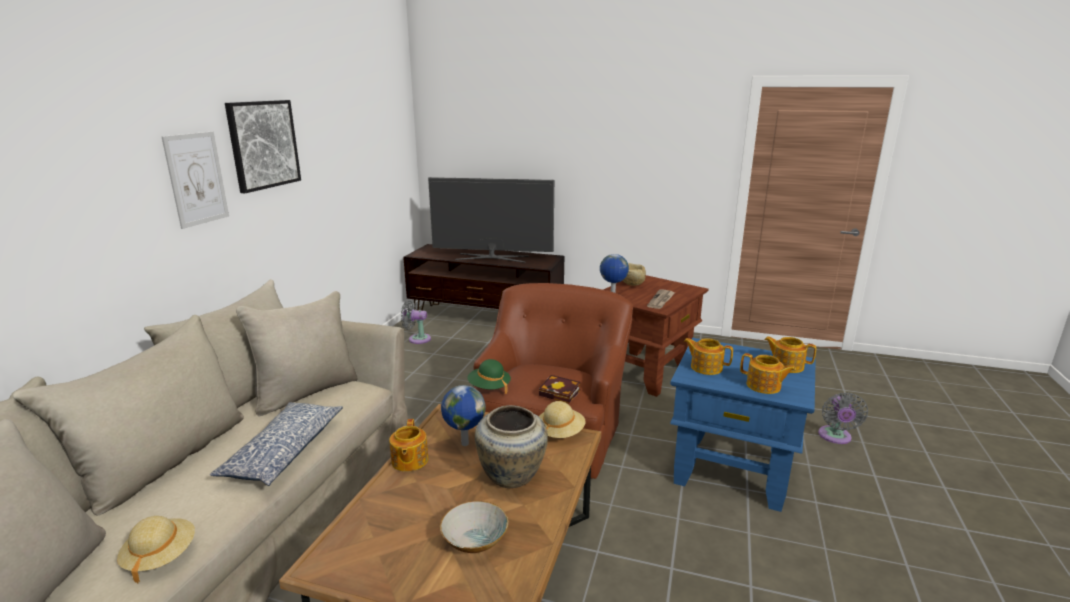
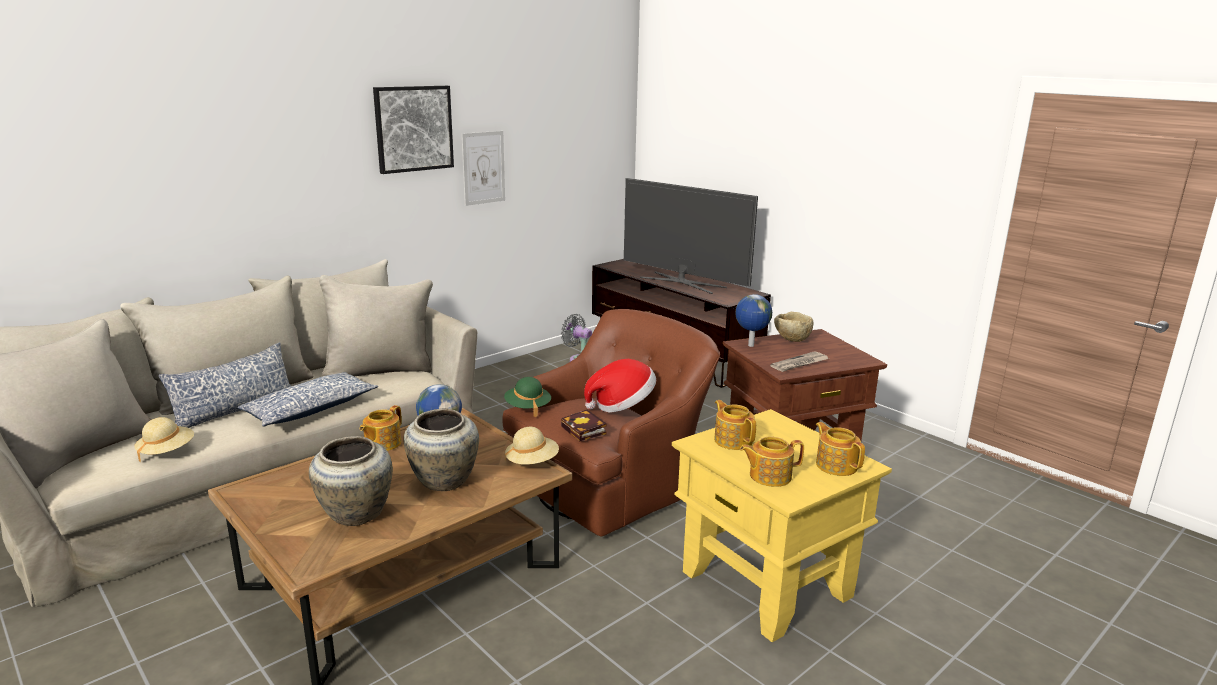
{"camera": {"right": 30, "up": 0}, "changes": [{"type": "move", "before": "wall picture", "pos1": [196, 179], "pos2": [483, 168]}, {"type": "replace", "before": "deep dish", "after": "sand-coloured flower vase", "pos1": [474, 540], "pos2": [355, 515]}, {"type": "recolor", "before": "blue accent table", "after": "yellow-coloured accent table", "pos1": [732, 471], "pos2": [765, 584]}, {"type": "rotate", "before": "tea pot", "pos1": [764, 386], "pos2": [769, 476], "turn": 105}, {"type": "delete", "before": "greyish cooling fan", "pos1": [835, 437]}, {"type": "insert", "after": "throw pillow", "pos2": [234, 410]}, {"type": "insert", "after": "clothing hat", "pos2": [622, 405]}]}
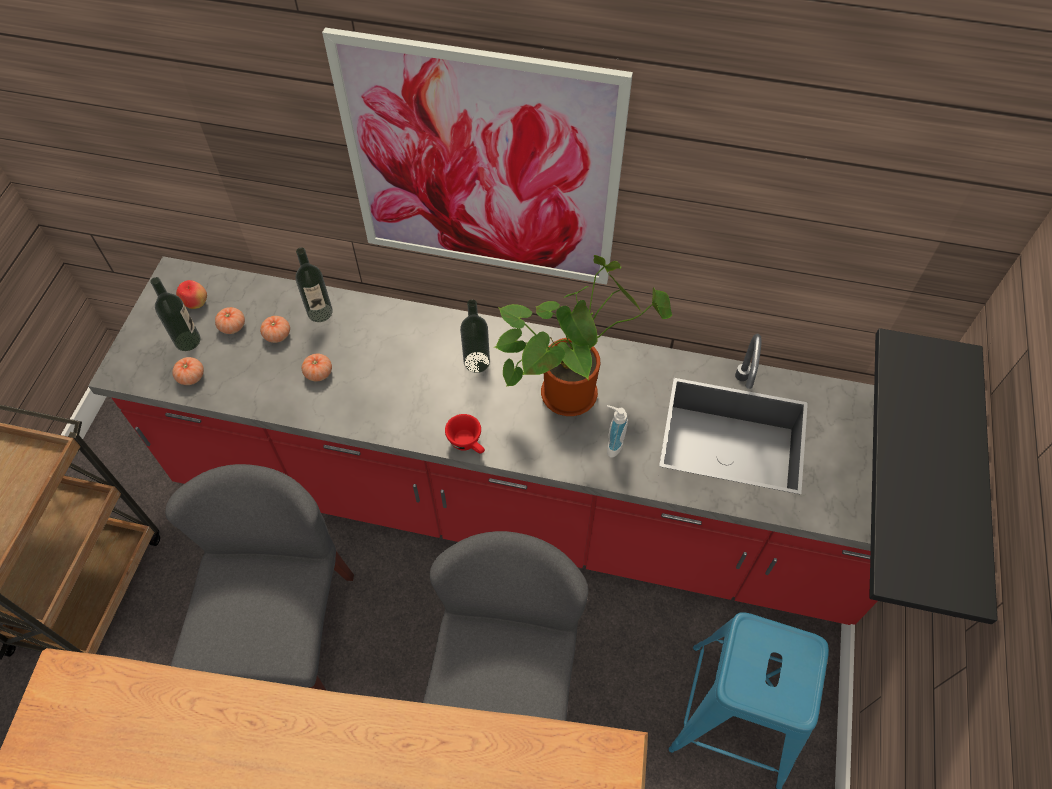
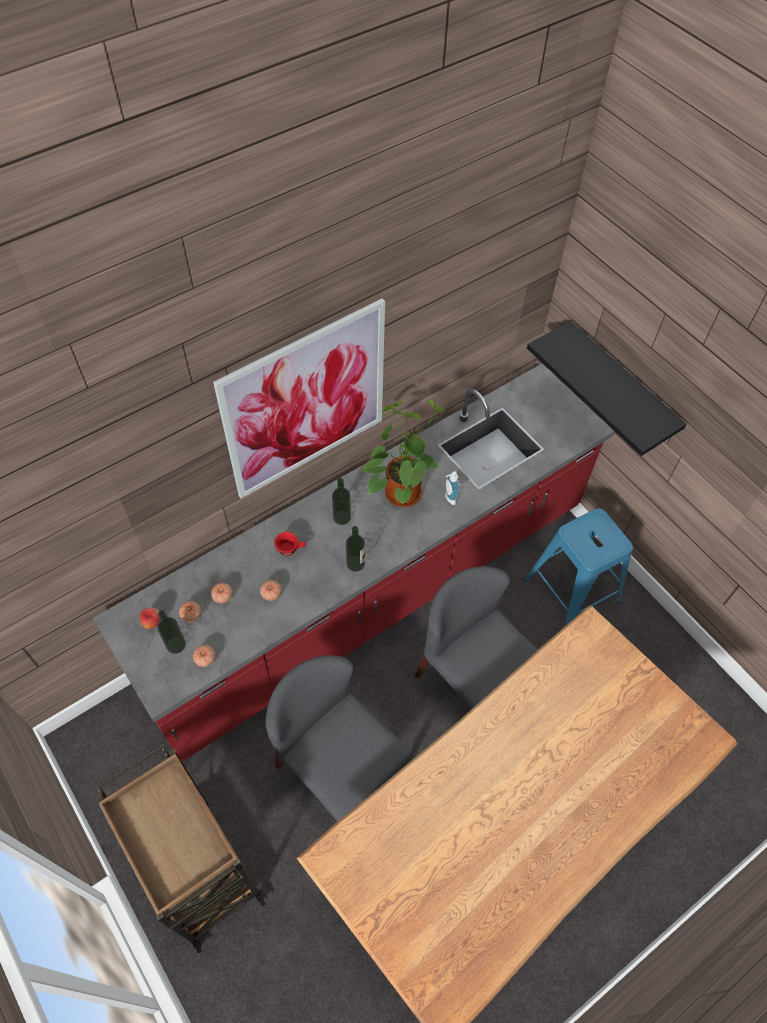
{"camera": {"right": -50, "up": 0}, "changes": [{"type": "move", "before": "bottle", "pos1": [320, 312], "pos2": [355, 563]}, {"type": "move", "before": "reddish drinking cup", "pos1": [468, 443], "pos2": [290, 548]}]}
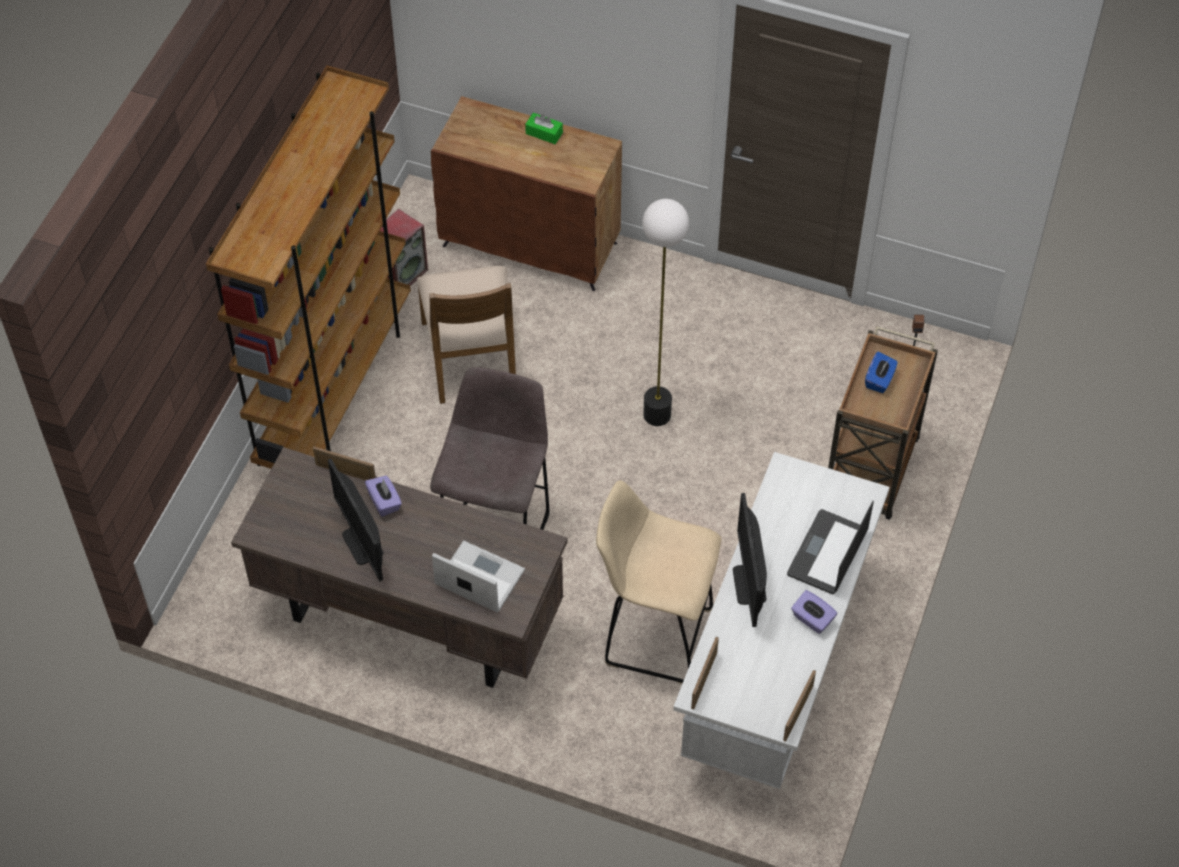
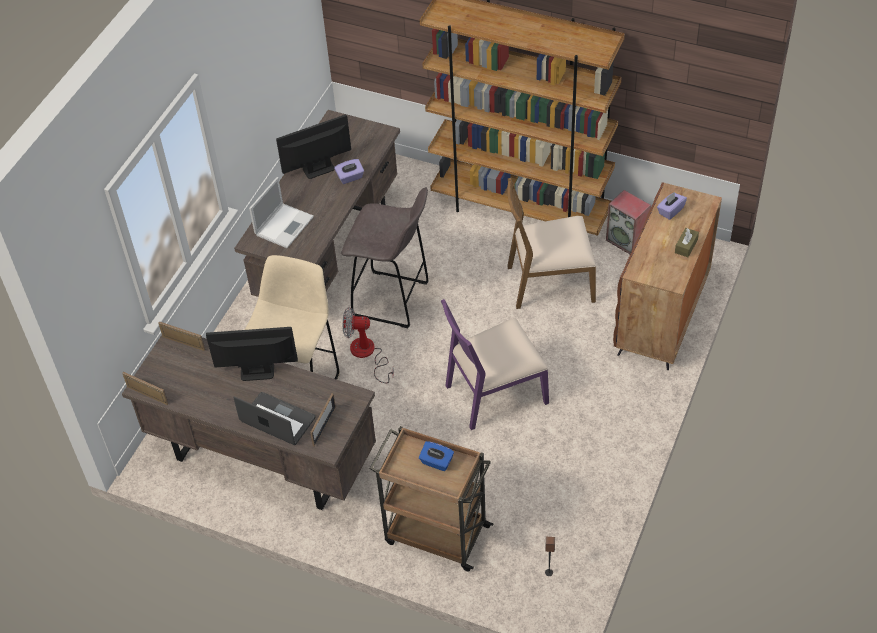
{"camera": {"right": 95, "up": -5}, "changes": [{"type": "move", "before": "standing frame", "pos1": [346, 473], "pos2": [324, 426]}, {"type": "recolor", "before": "green box of tissues", "after": "brown-coloured box of tissues", "pos1": [544, 133], "pos2": [686, 246]}, {"type": "replace", "before": "standard lamp", "after": "purple chair", "pos1": [656, 415], "pos2": [495, 393]}, {"type": "recolor", "before": "white-coloured desk unit", "after": "brown-coloured desk unit", "pos1": [775, 670], "pos2": [262, 459]}, {"type": "move", "before": "purple box of tissues", "pos1": [812, 619], "pos2": [670, 211]}, {"type": "insert", "after": "cooling fan", "pos2": [367, 354]}]}
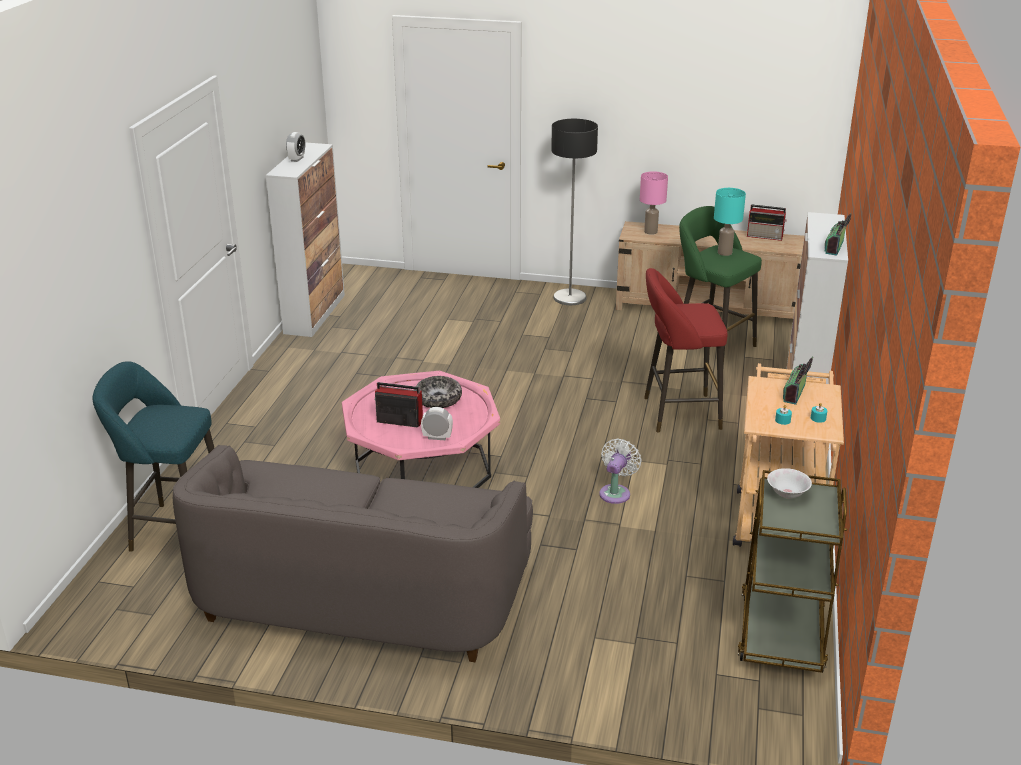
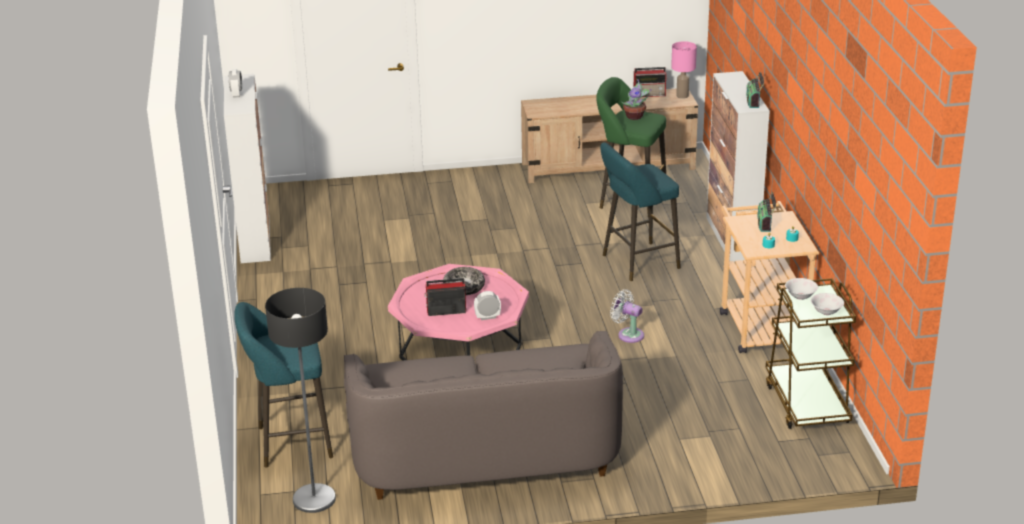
{"camera": {"right": -20, "up": 0}, "changes": [{"type": "move", "before": "standard lamp", "pos1": [569, 298], "pos2": [314, 499]}, {"type": "rotate", "before": "white-coloured cooling fan", "pos1": [616, 492], "pos2": [628, 334], "turn": -60}, {"type": "move", "before": "pink tabletop lamp", "pos1": [650, 232], "pos2": [682, 96]}, {"type": "recolor", "before": "reddish sitting stool", "after": "blue-green sitting stool", "pos1": [676, 413], "pos2": [636, 262]}, {"type": "replace", "before": "blue-green tabletop lamp", "after": "potted plant", "pos1": [725, 253], "pos2": [635, 116]}, {"type": "insert", "after": "white-coloured deep dish", "pos2": [826, 312]}]}
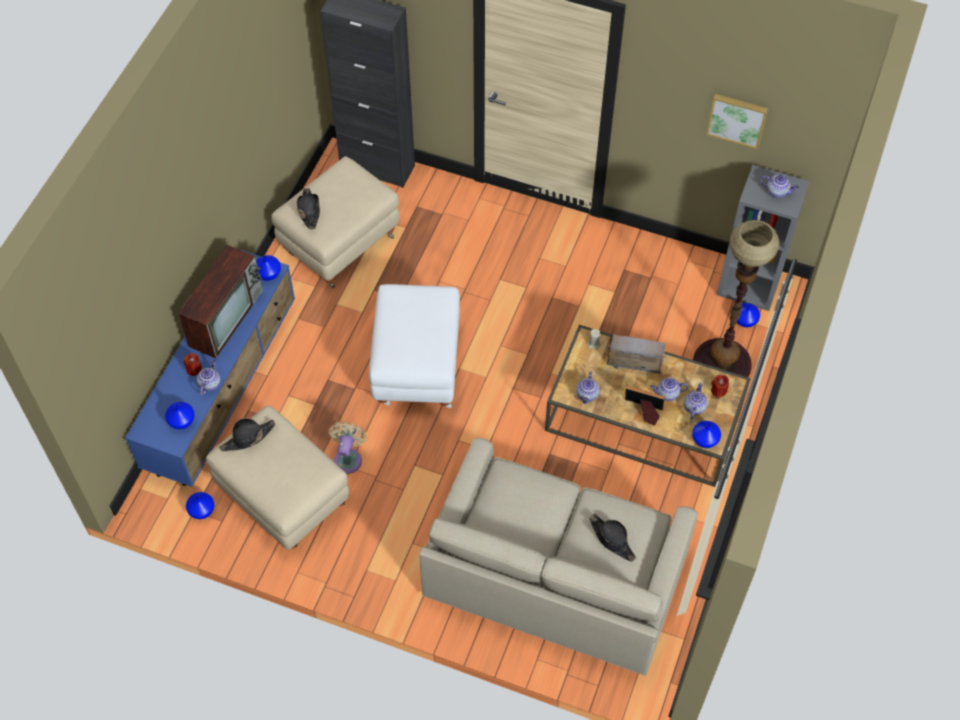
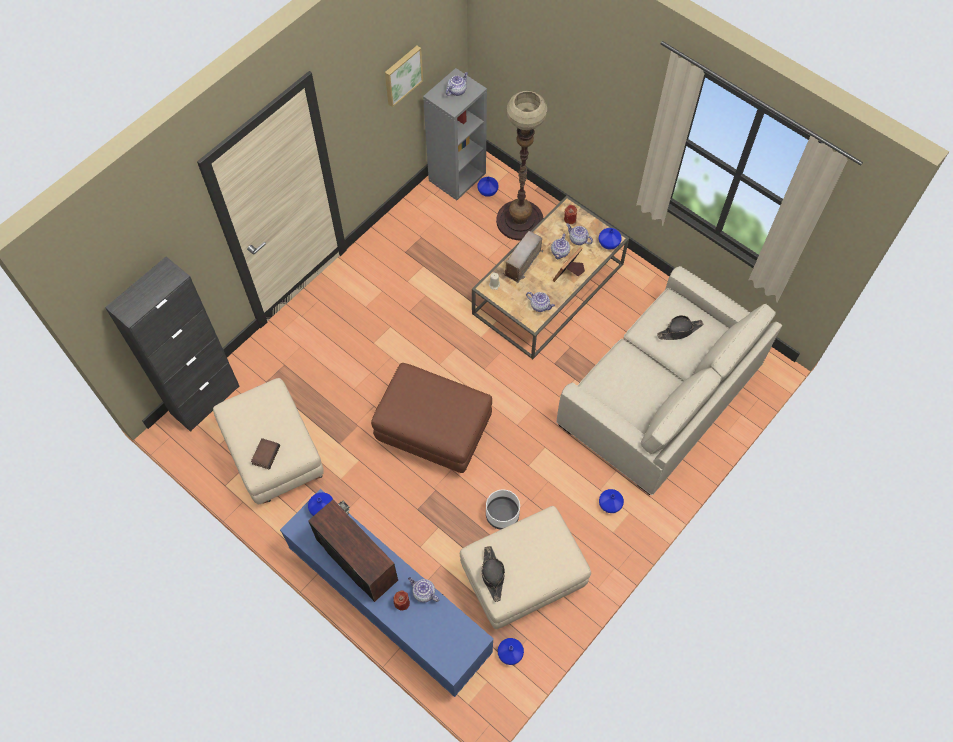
{"camera": {"right": -70, "up": 5}, "changes": [{"type": "move", "before": "blue flower vase", "pos1": [182, 420], "pos2": [609, 504]}, {"type": "replace", "before": "black-coloured clothing hat", "after": "volume", "pos1": [309, 211], "pos2": [265, 454]}, {"type": "replace", "before": "sand-coloured cooling fan", "after": "white-coloured plant pot", "pos1": [348, 458], "pos2": [502, 515]}, {"type": "recolor", "before": "white-coloured pouffe", "after": "brown-coloured pouffe", "pos1": [416, 366], "pos2": [433, 434]}]}
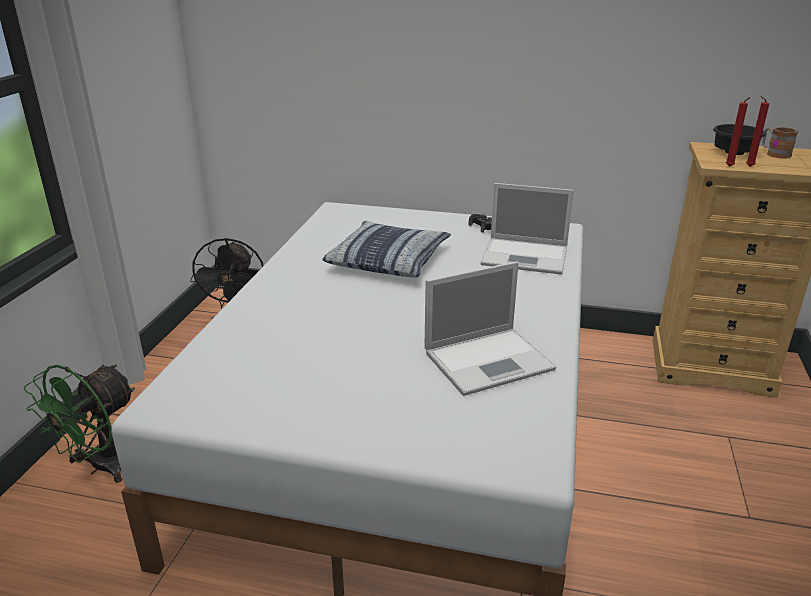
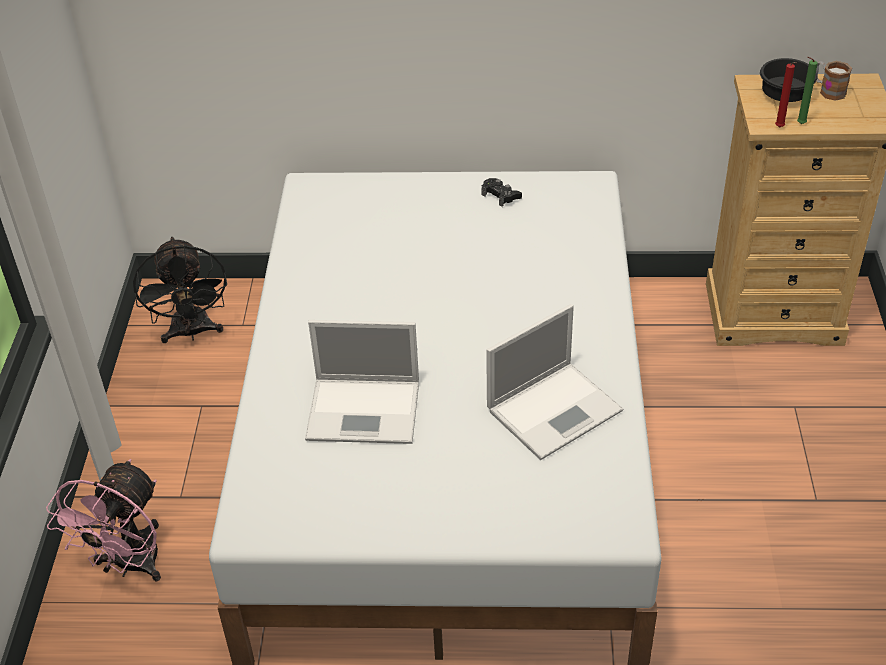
{"camera": {"right": -10, "up": 15}, "changes": [{"type": "recolor", "before": "green cooling fan", "after": "pink cooling fan", "pos1": [102, 467], "pos2": [130, 566]}, {"type": "delete", "before": "throw pillow", "pos1": [389, 260]}, {"type": "move", "before": "notebook computer", "pos1": [526, 256], "pos2": [366, 410]}, {"type": "recolor", "before": "reddish wax light", "after": "green wax light", "pos1": [748, 166], "pos2": [799, 124]}]}
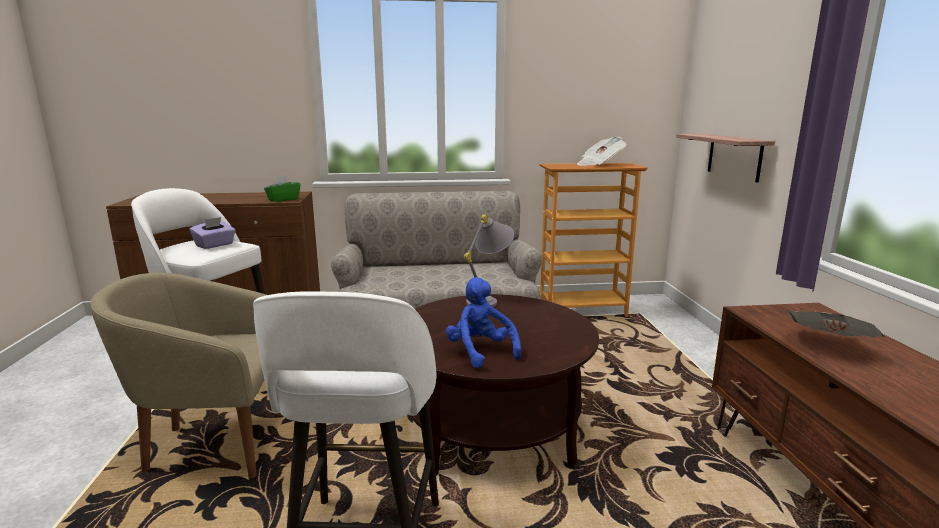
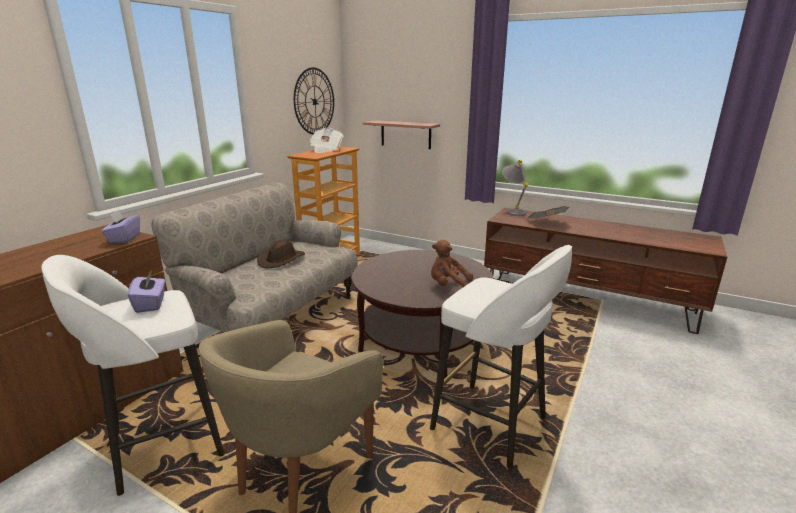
{"camera": {"right": -55, "up": 5}, "changes": [{"type": "recolor", "before": "green box of tissues", "after": "purple box of tissues", "pos1": [283, 199], "pos2": [124, 238]}, {"type": "recolor", "before": "blue soft toy", "after": "brown-coloured soft toy", "pos1": [480, 351], "pos2": [449, 287]}, {"type": "move", "before": "greyish tabletop lamp", "pos1": [489, 300], "pos2": [513, 211]}, {"type": "insert", "after": "brown-coloured clothing hat", "pos2": [281, 260]}, {"type": "insert", "after": "clock on the wall", "pos2": [314, 101]}]}
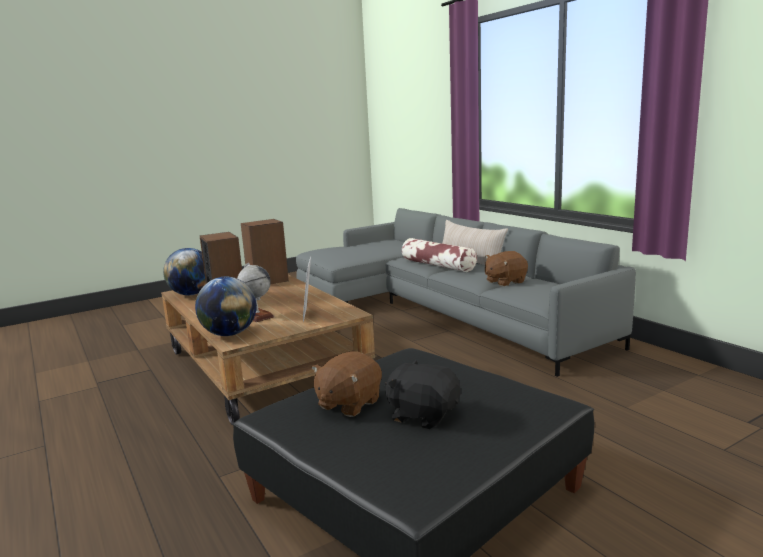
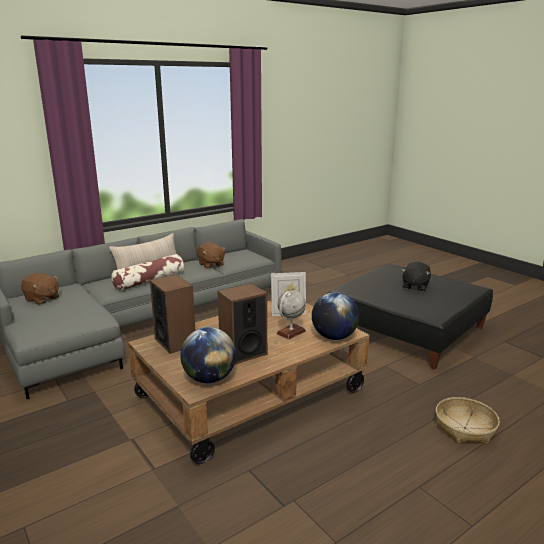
{"camera": {"right": -95, "up": 5}, "changes": [{"type": "move", "before": "brown-coloured soft toy", "pos1": [348, 403], "pos2": [42, 299]}, {"type": "insert", "after": "storage basket", "pos2": [465, 428]}]}
